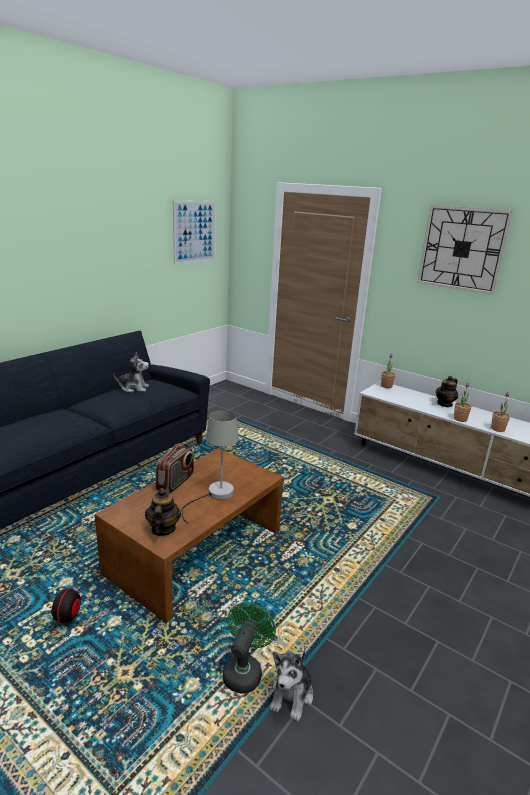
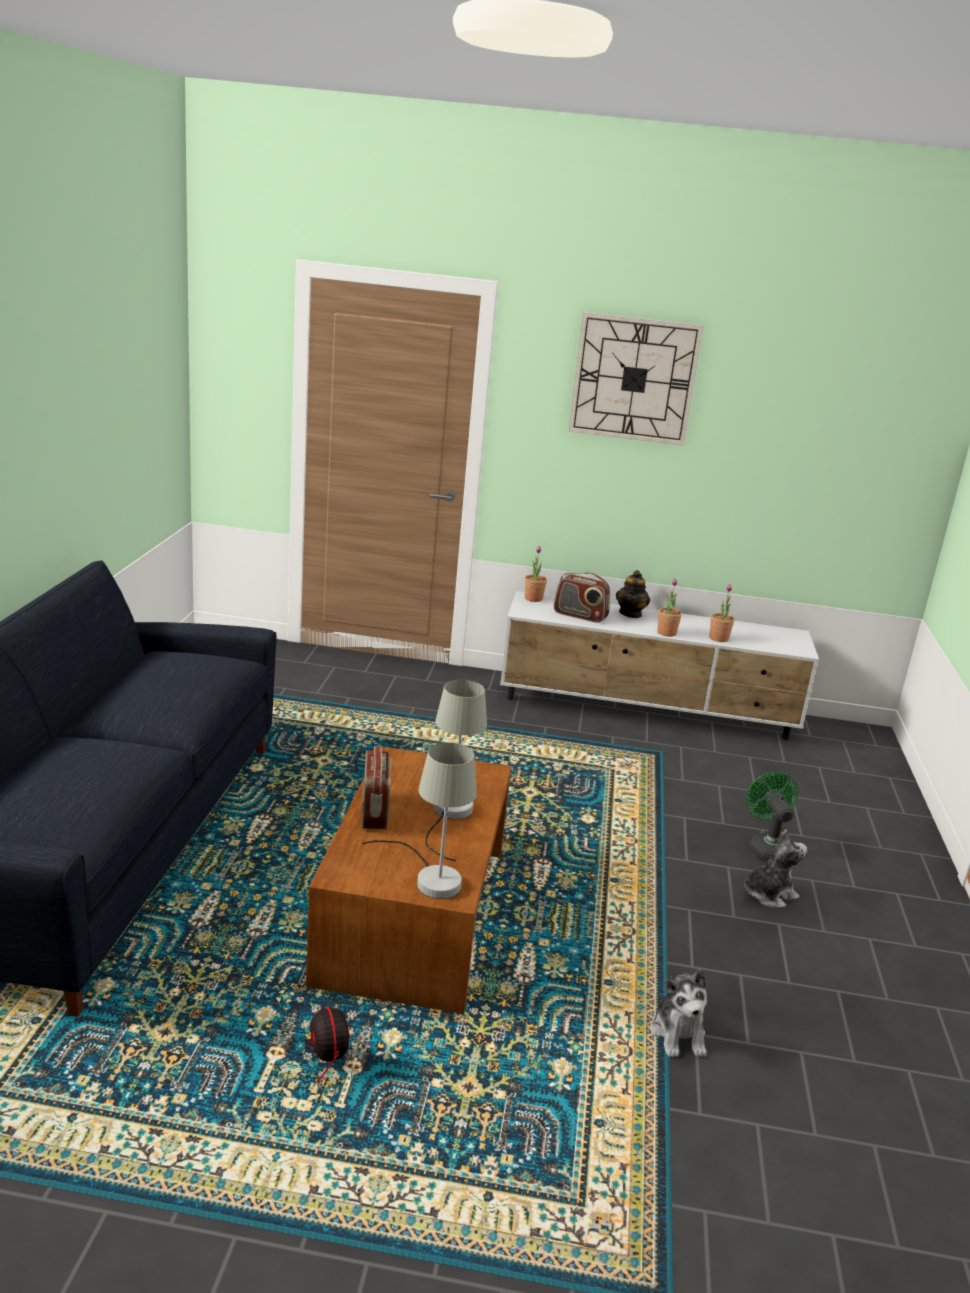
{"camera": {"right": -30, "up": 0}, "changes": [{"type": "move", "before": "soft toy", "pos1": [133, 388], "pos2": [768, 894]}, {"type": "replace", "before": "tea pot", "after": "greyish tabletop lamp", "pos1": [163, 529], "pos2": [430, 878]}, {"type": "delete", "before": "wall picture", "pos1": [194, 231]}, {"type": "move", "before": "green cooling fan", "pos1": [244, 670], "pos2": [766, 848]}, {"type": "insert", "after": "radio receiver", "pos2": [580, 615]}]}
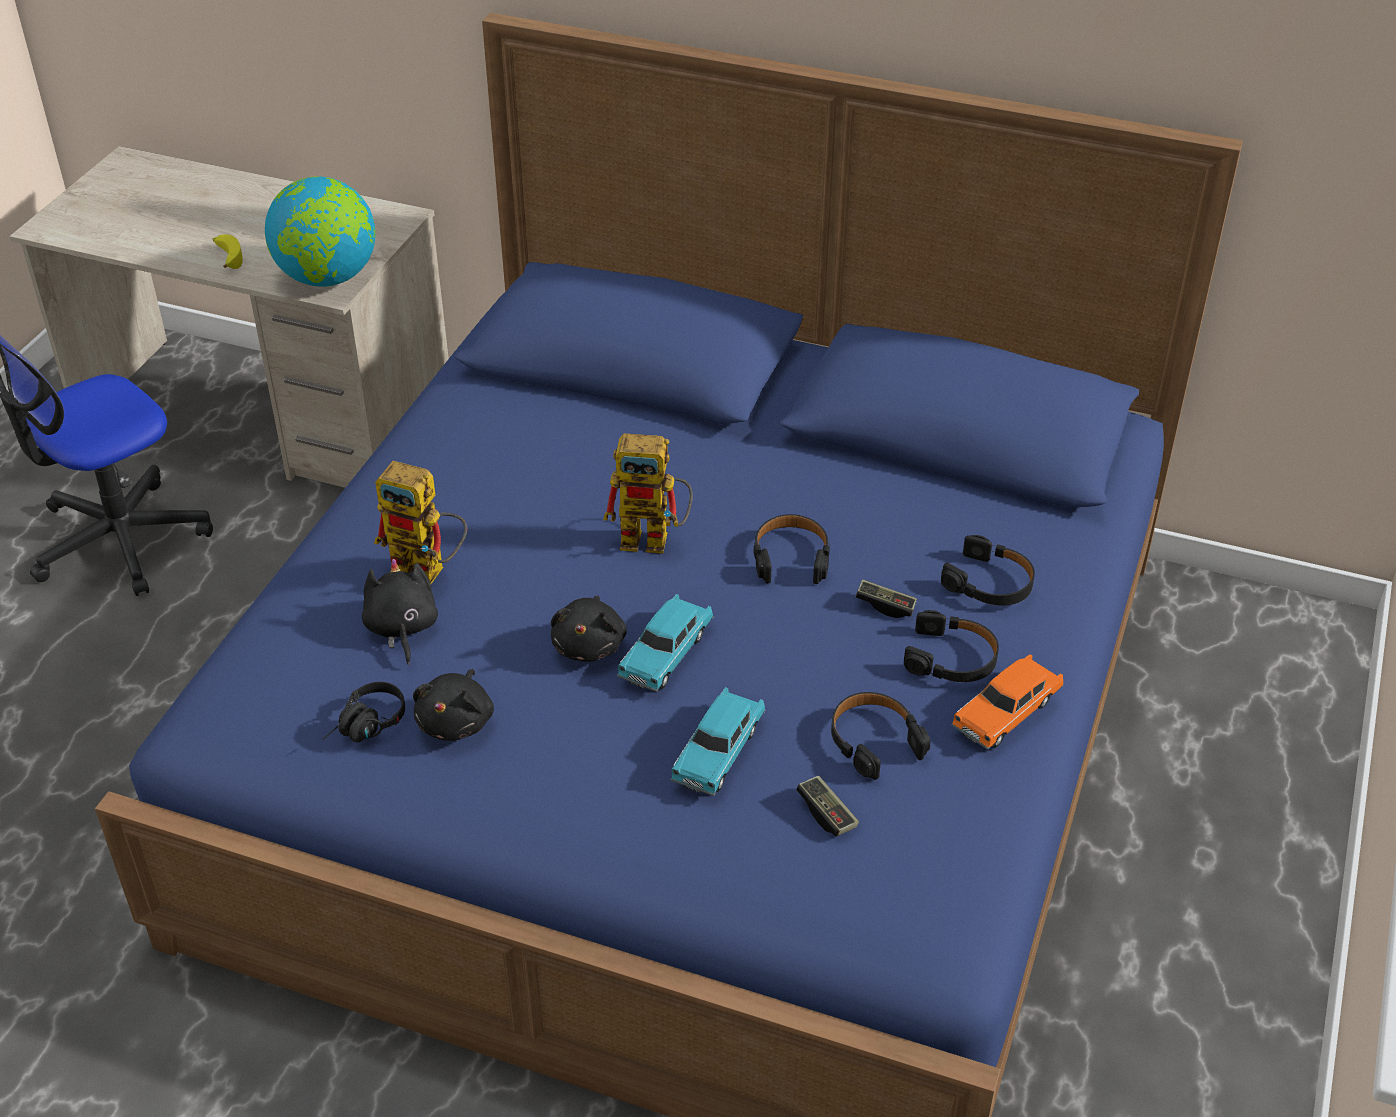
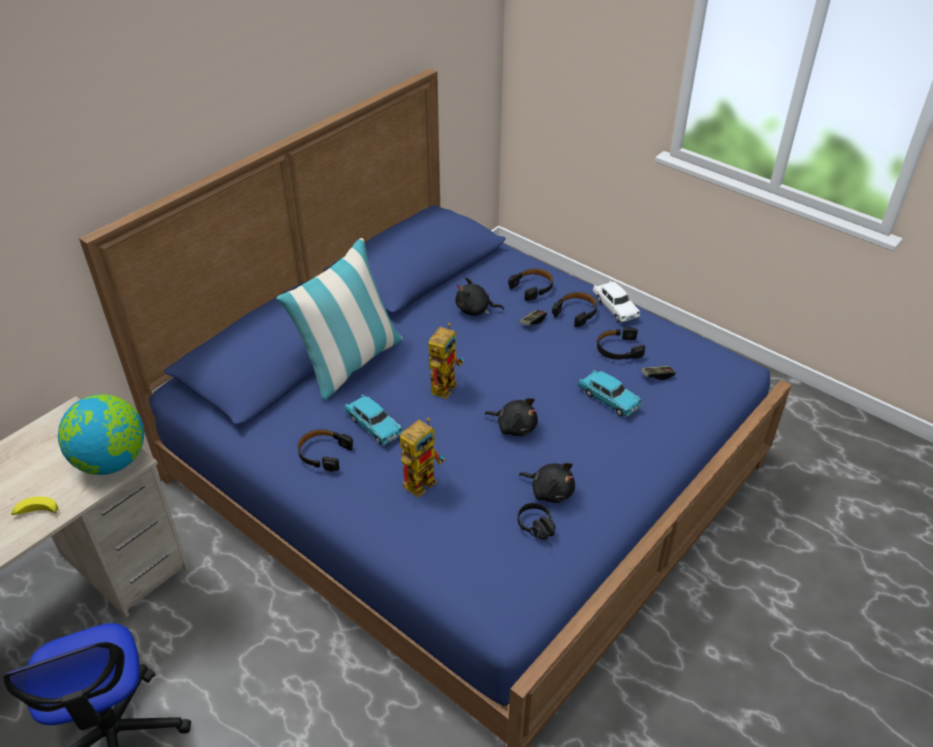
{"camera": {"right": -70, "up": 0}, "changes": [{"type": "move", "before": "black-coloured soft toy", "pos1": [401, 628], "pos2": [475, 310]}, {"type": "move", "before": "blue-green miniature car", "pos1": [666, 654], "pos2": [373, 426]}, {"type": "move", "before": "black-coloured headset", "pos1": [791, 557], "pos2": [323, 453]}, {"type": "recolor", "before": "orange miniature car", "after": "white-coloured miniature car", "pos1": [1006, 713], "pos2": [615, 308]}, {"type": "insert", "after": "throw pillow", "pos2": [350, 363]}]}
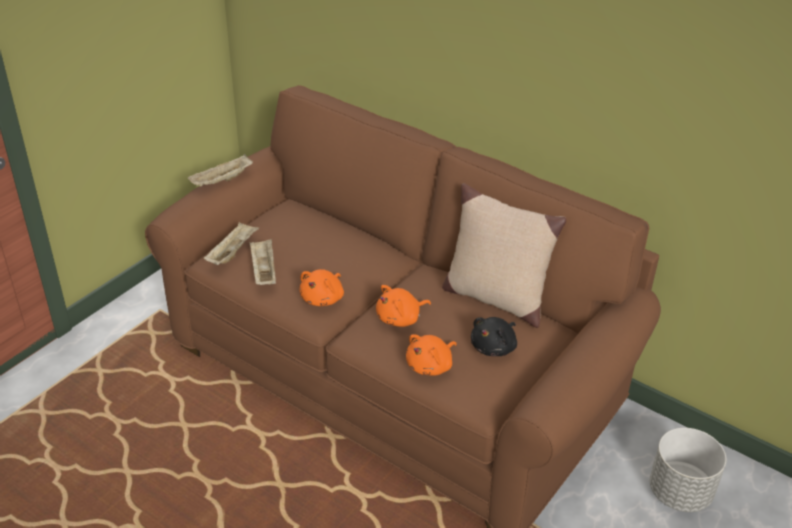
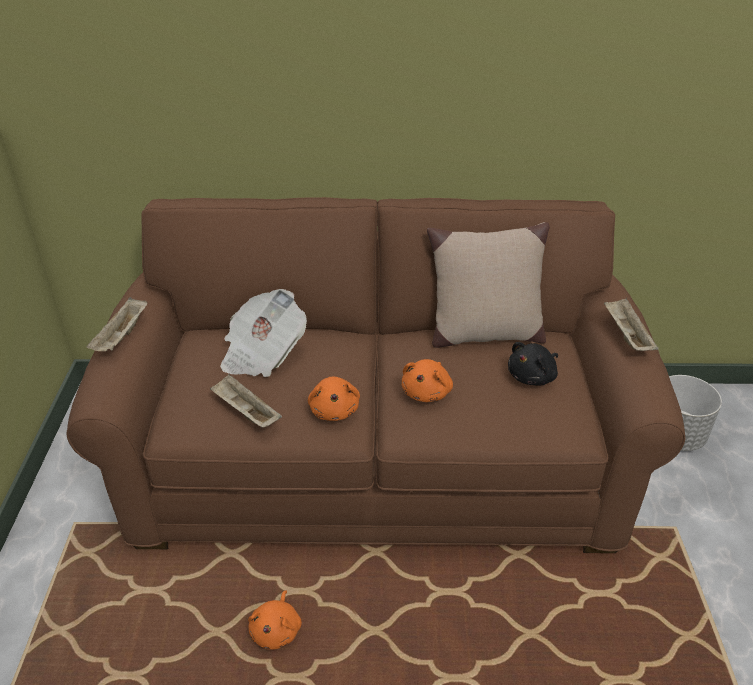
{"camera": {"right": -35, "up": 0}, "changes": [{"type": "move", "before": "sand-coloured carrying tray", "pos1": [232, 252], "pos2": [626, 335]}, {"type": "move", "before": "orange soft toy", "pos1": [431, 366], "pos2": [277, 630]}, {"type": "rotate", "before": "black-coloured soft toy", "pos1": [494, 347], "pos2": [533, 377], "turn": 45}, {"type": "insert", "after": "printed paper", "pos2": [262, 353]}]}
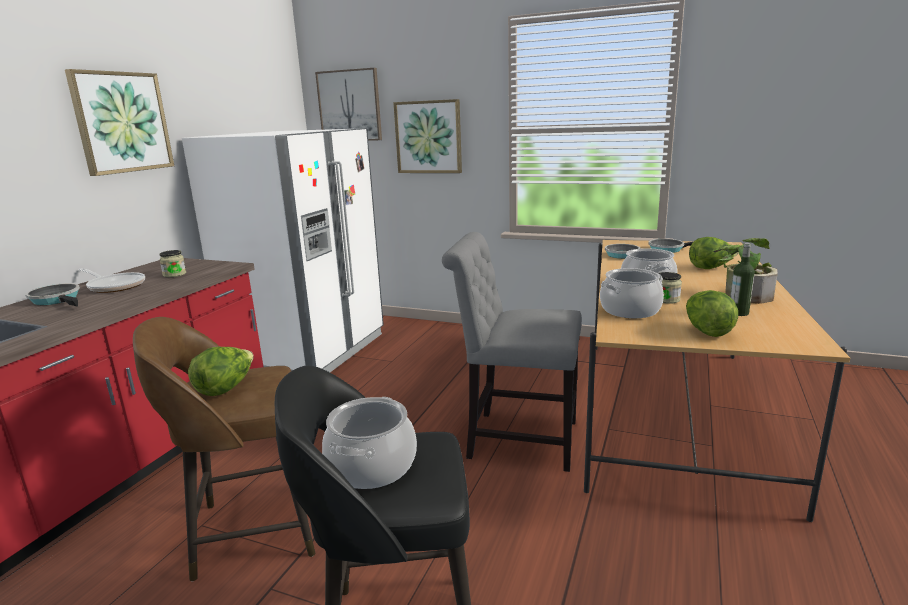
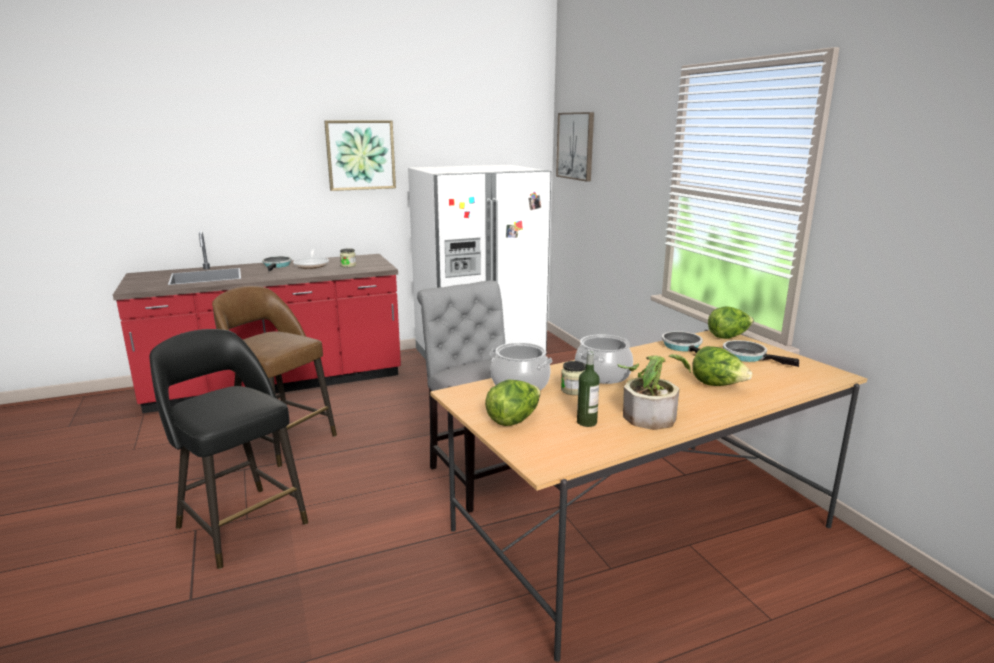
{"camera": {"right": 45, "up": 0}, "changes": [{"type": "move", "before": "head of lettuce", "pos1": [226, 388], "pos2": [728, 337]}, {"type": "delete", "before": "saucepot", "pos1": [372, 466]}, {"type": "delete", "before": "wall picture", "pos1": [428, 137]}]}
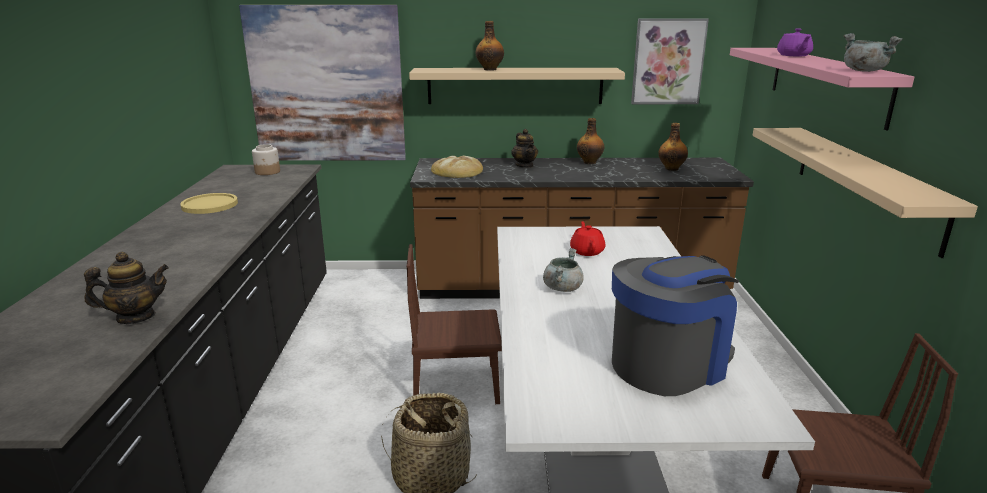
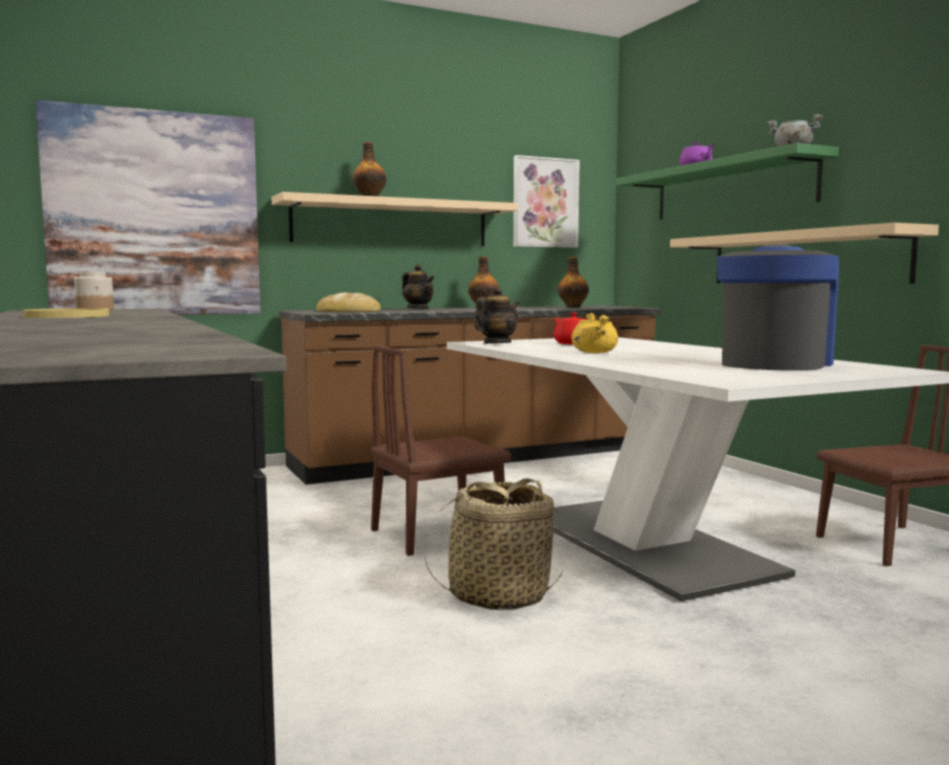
{"camera": {"right": -25, "up": -15}, "changes": [{"type": "move", "before": "tea pot", "pos1": [136, 317], "pos2": [496, 343]}, {"type": "recolor", "before": "greyish saucepot", "after": "yellow-coloured saucepot", "pos1": [562, 288], "pos2": [594, 352]}, {"type": "recolor", "before": "pink wall shelf", "after": "green wall shelf", "pos1": [826, 83], "pos2": [731, 189]}]}
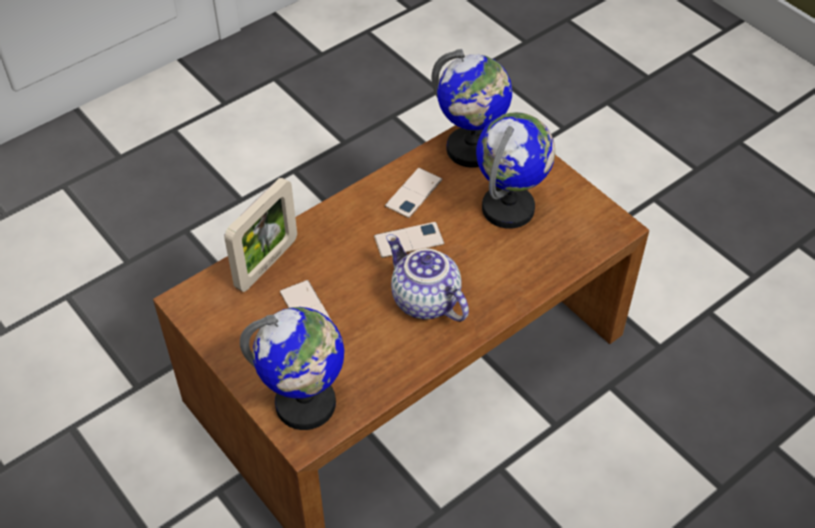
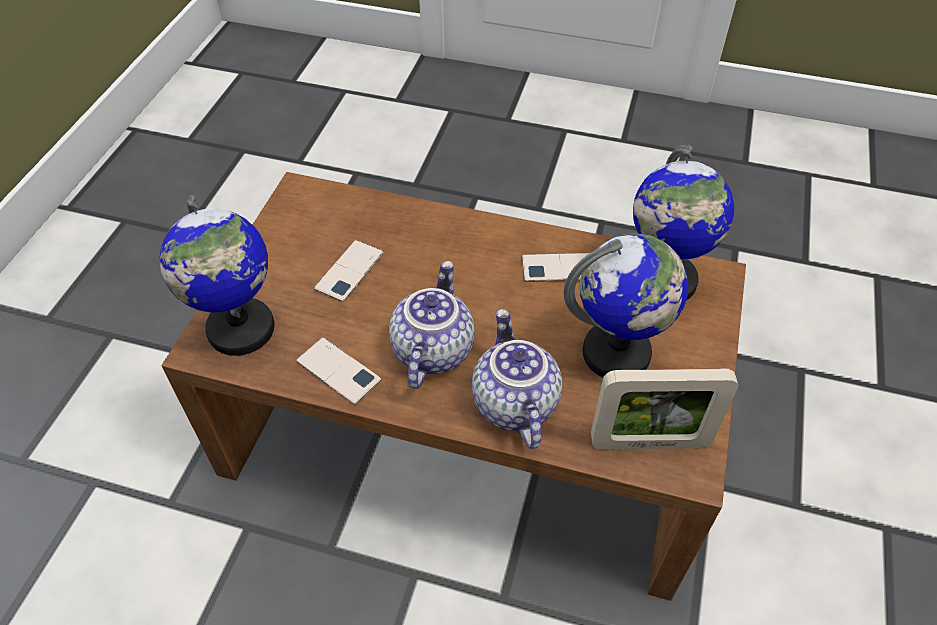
{"camera": {"right": 55, "up": 0}, "changes": [{"type": "move", "before": "standing frame", "pos1": [266, 264], "pos2": [649, 443]}, {"type": "move", "before": "phone", "pos1": [409, 240], "pos2": [338, 371]}, {"type": "insert", "after": "tea pot", "pos2": [512, 403]}]}
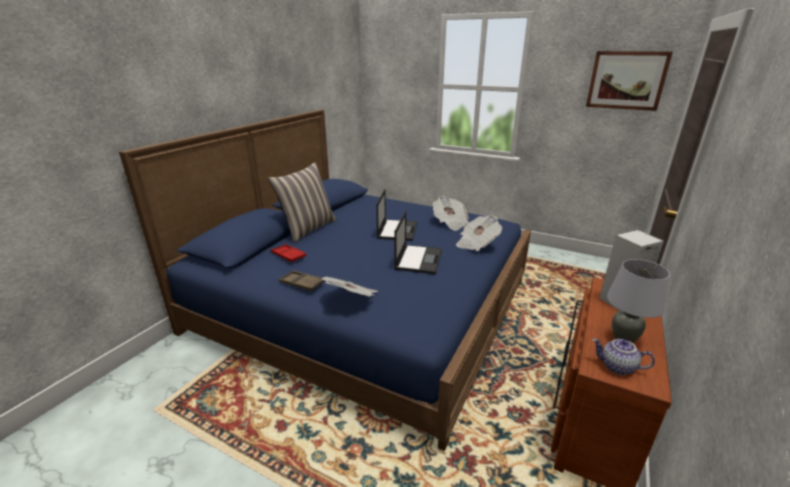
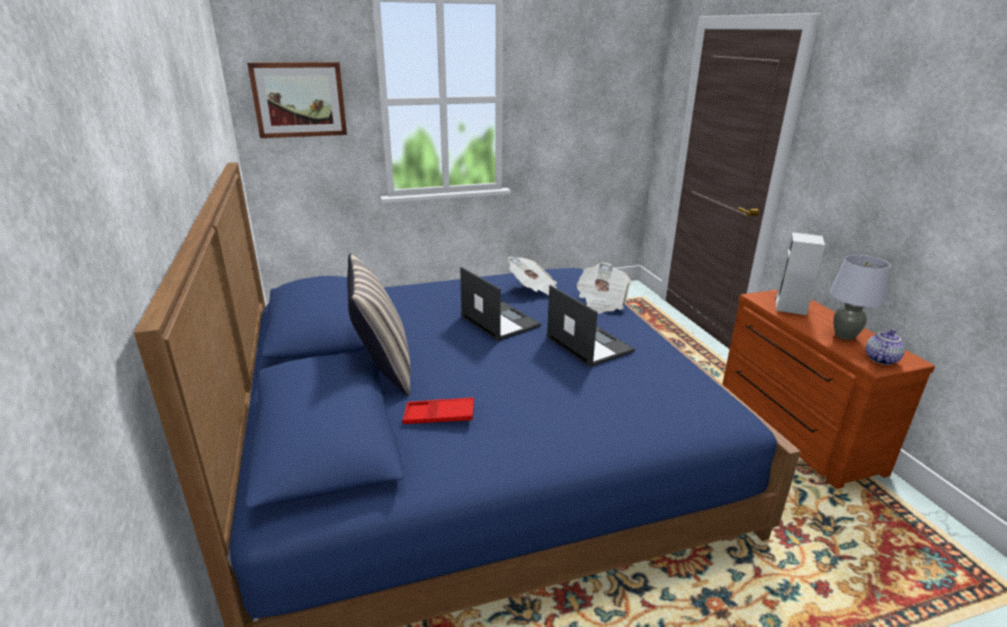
{"camera": {"right": -45, "up": 0}, "changes": [{"type": "delete", "before": "brown-coloured carrying tray", "pos1": [301, 283]}, {"type": "delete", "before": "printed paper", "pos1": [352, 299]}, {"type": "move", "before": "wall picture", "pos1": [626, 80], "pos2": [299, 100]}, {"type": "rotate", "before": "tea pot", "pos1": [617, 367], "pos2": [880, 359], "turn": 150}]}
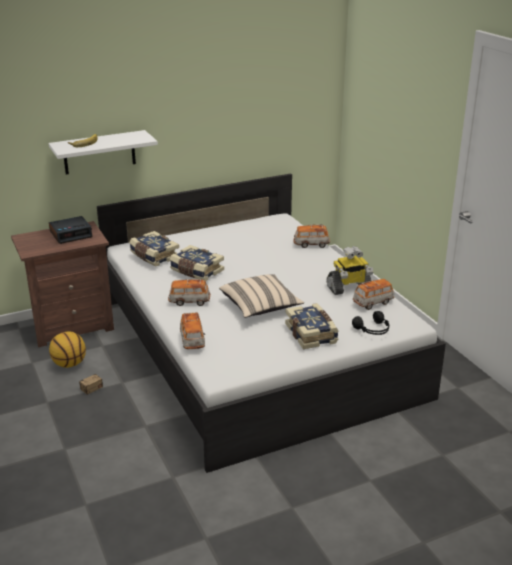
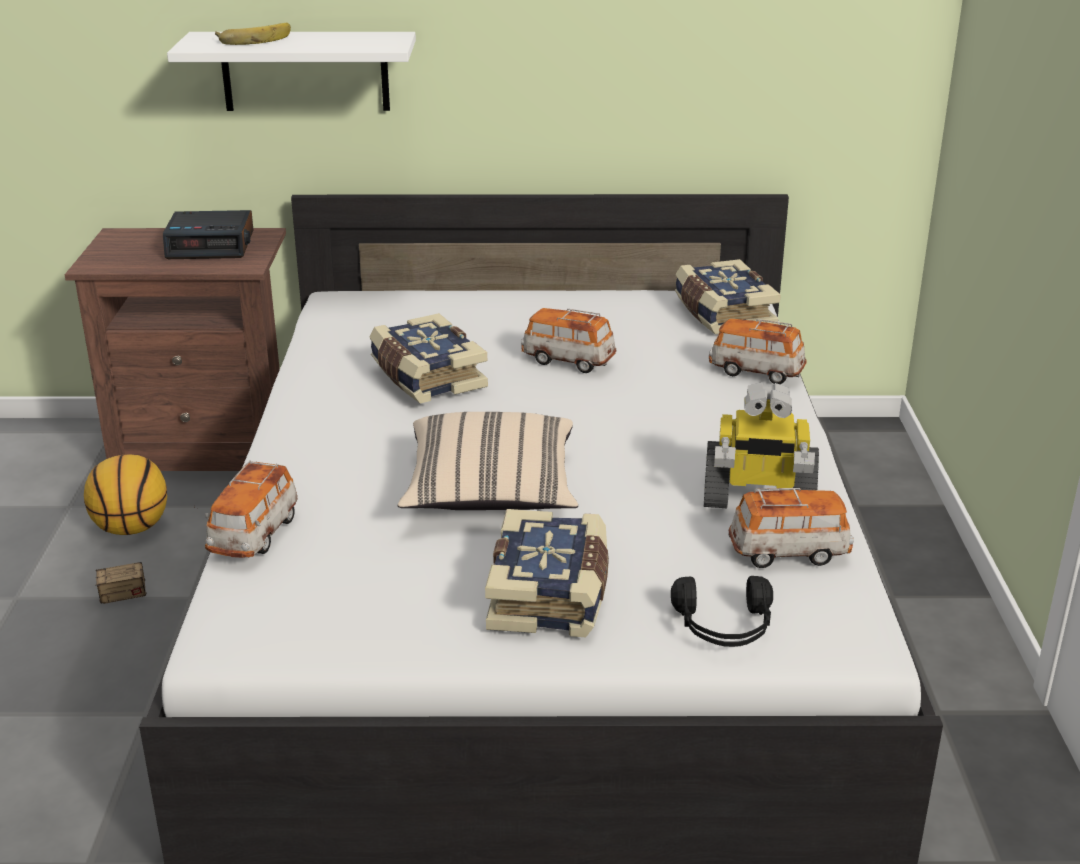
{"camera": {"right": 25, "up": 0}, "changes": [{"type": "move", "before": "volume", "pos1": [154, 256], "pos2": [722, 314]}, {"type": "move", "before": "miniature car", "pos1": [189, 301], "pos2": [568, 360]}]}
